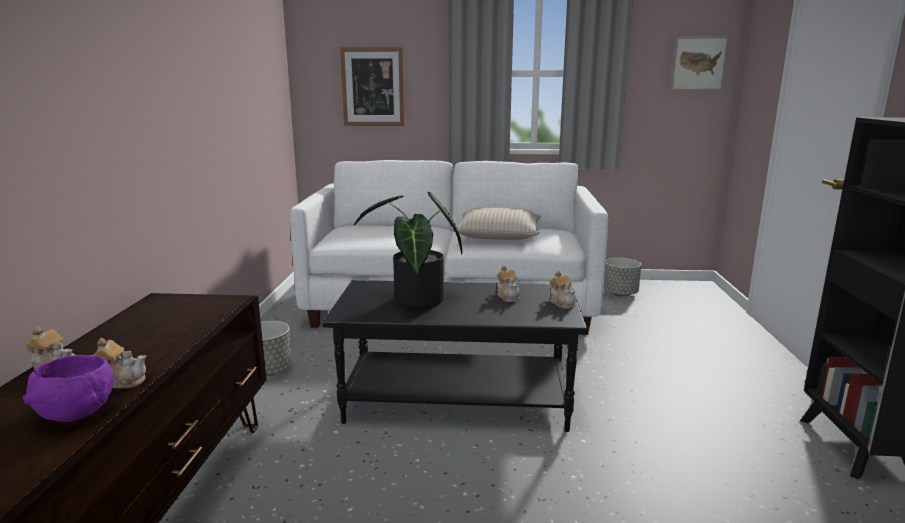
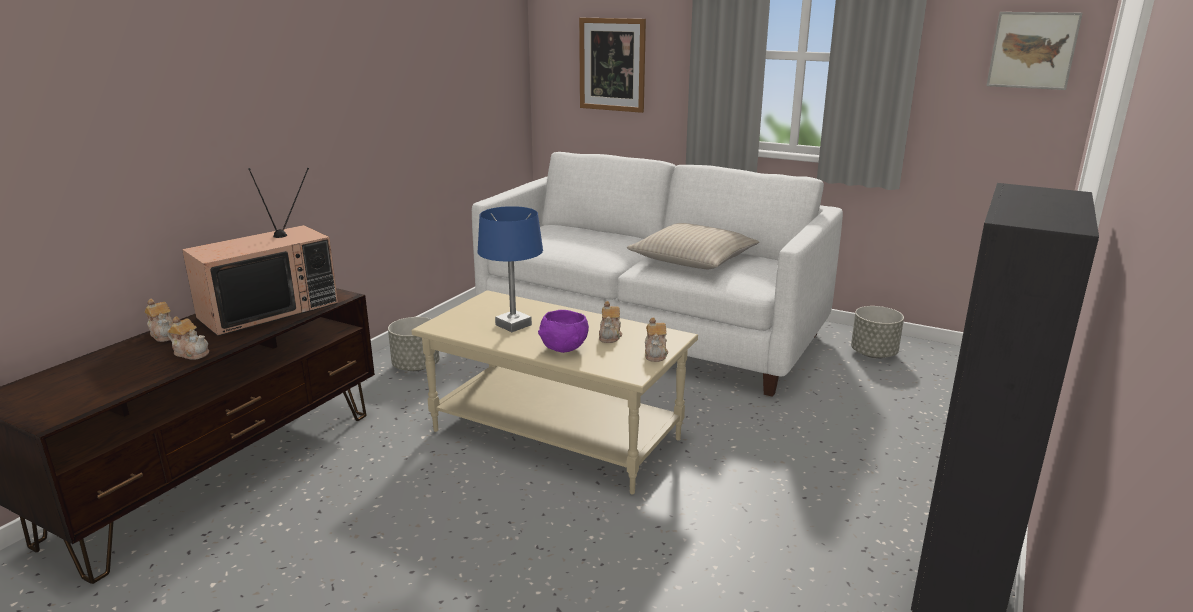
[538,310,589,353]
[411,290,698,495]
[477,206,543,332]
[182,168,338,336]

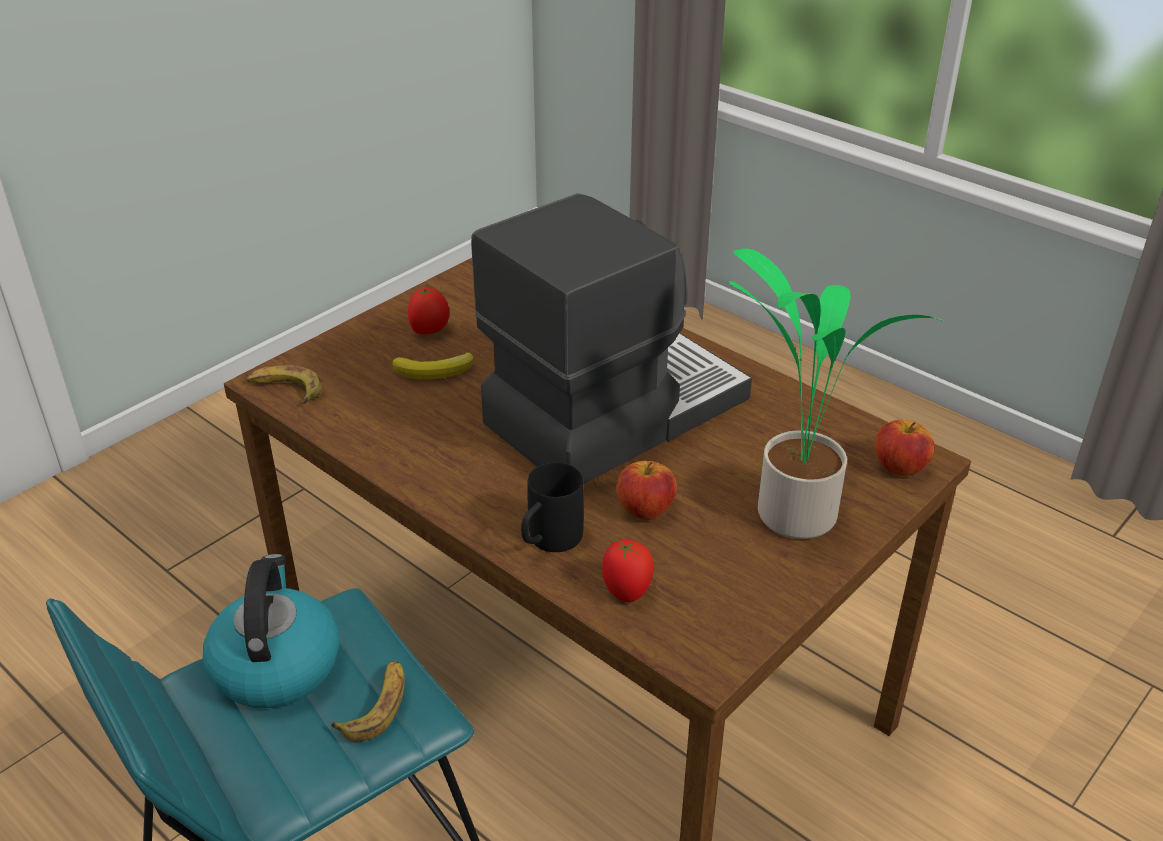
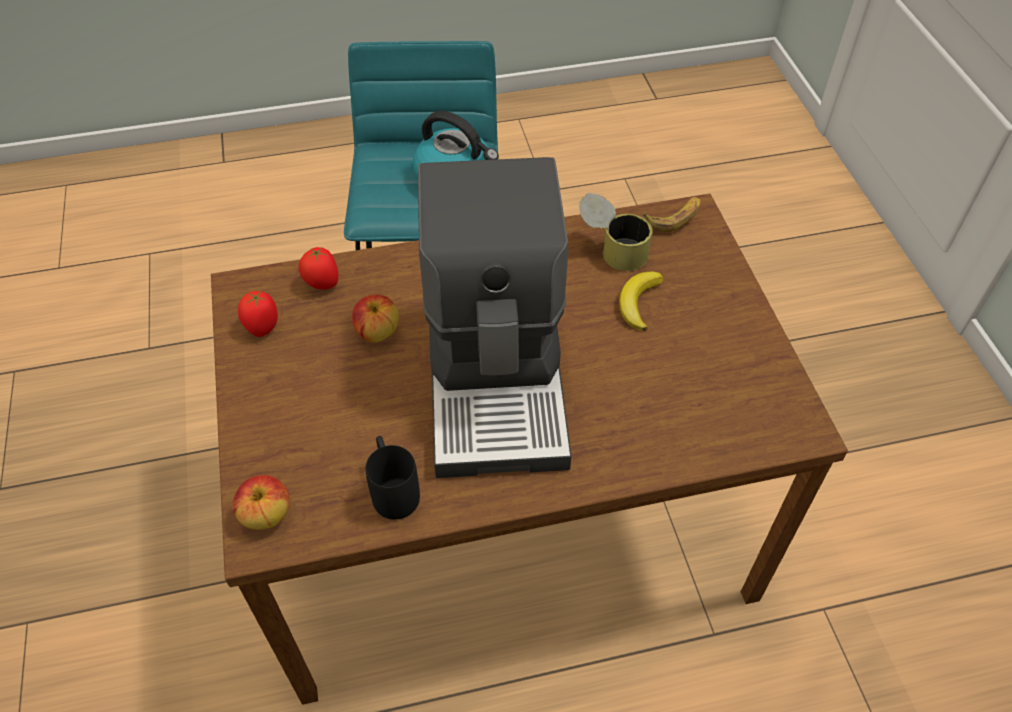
[331,661,405,741] (first image)
[238,291,278,337]
[365,436,420,520]
[729,248,944,539] (first image)
[579,193,653,271]

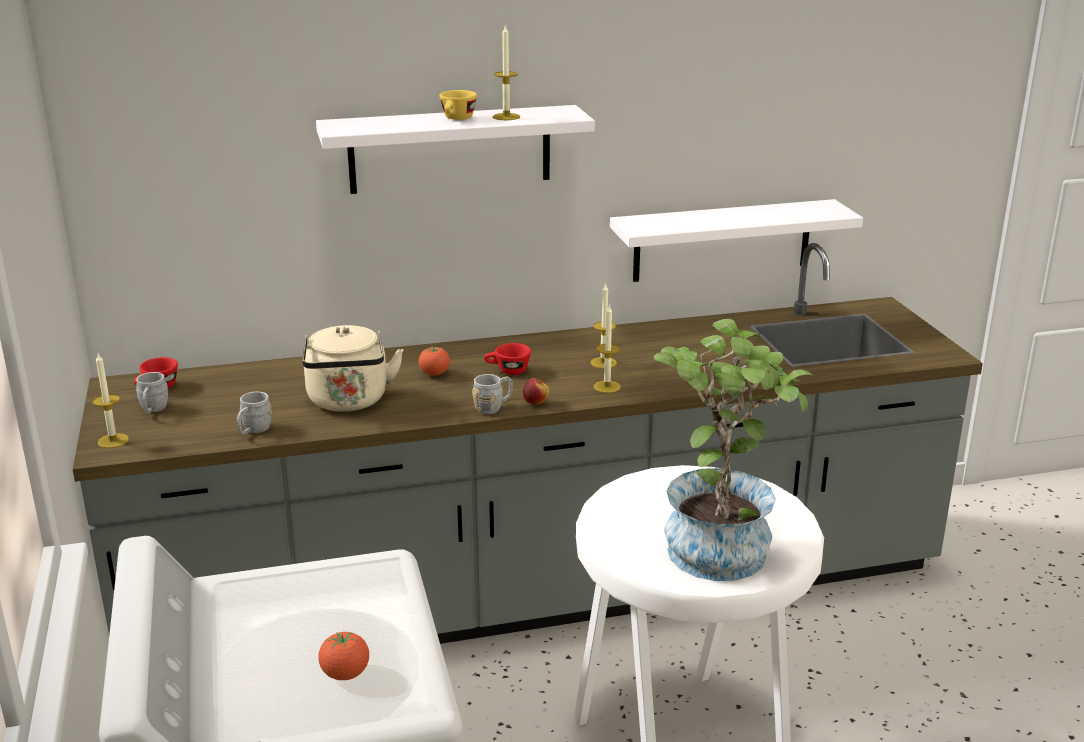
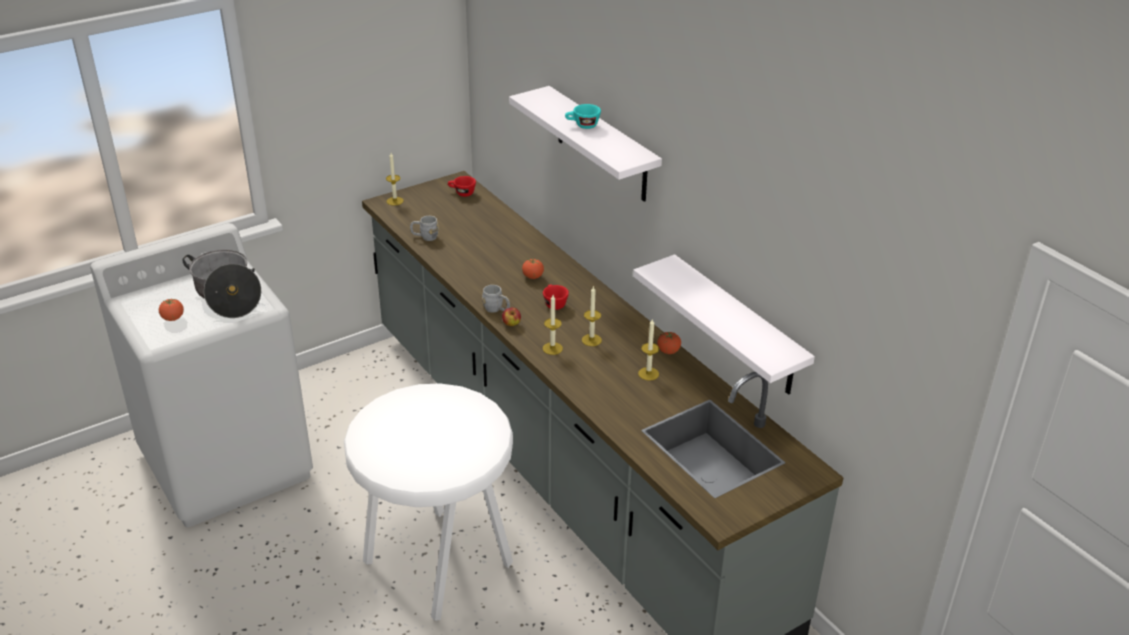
[136,372,168,414] (first image)
[302,325,403,412] (first image)
[565,104,601,129]
[638,318,659,381]
[654,319,812,581] (first image)
[183,250,261,318]
[657,332,681,354]

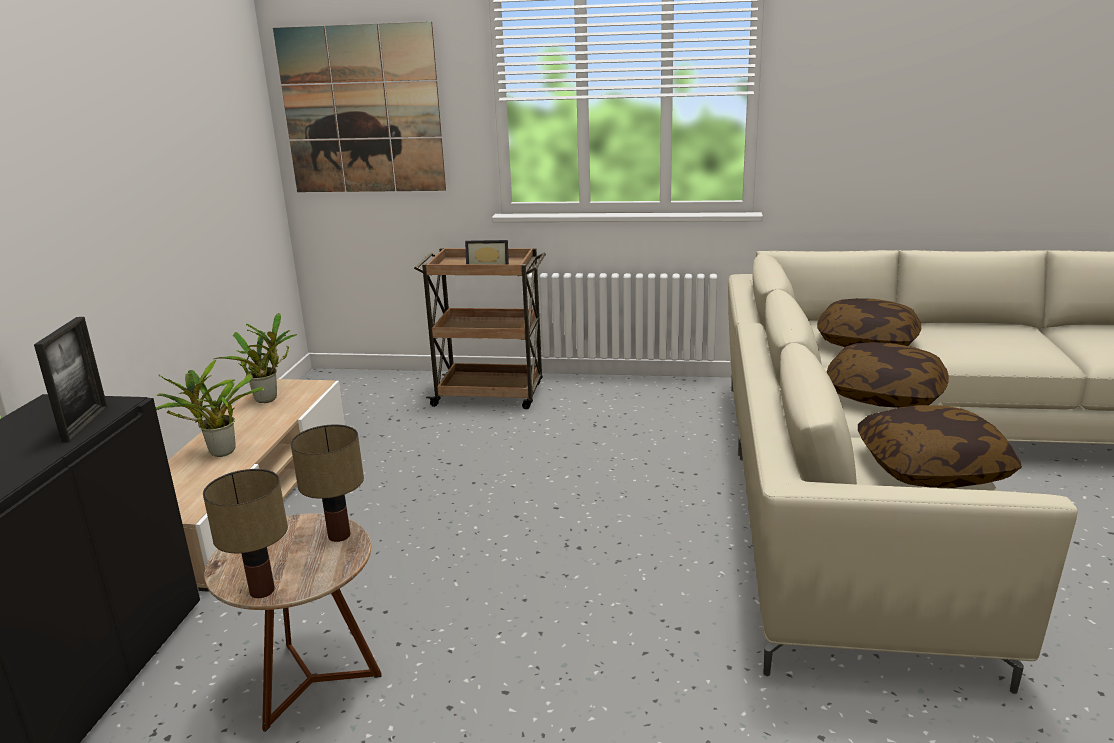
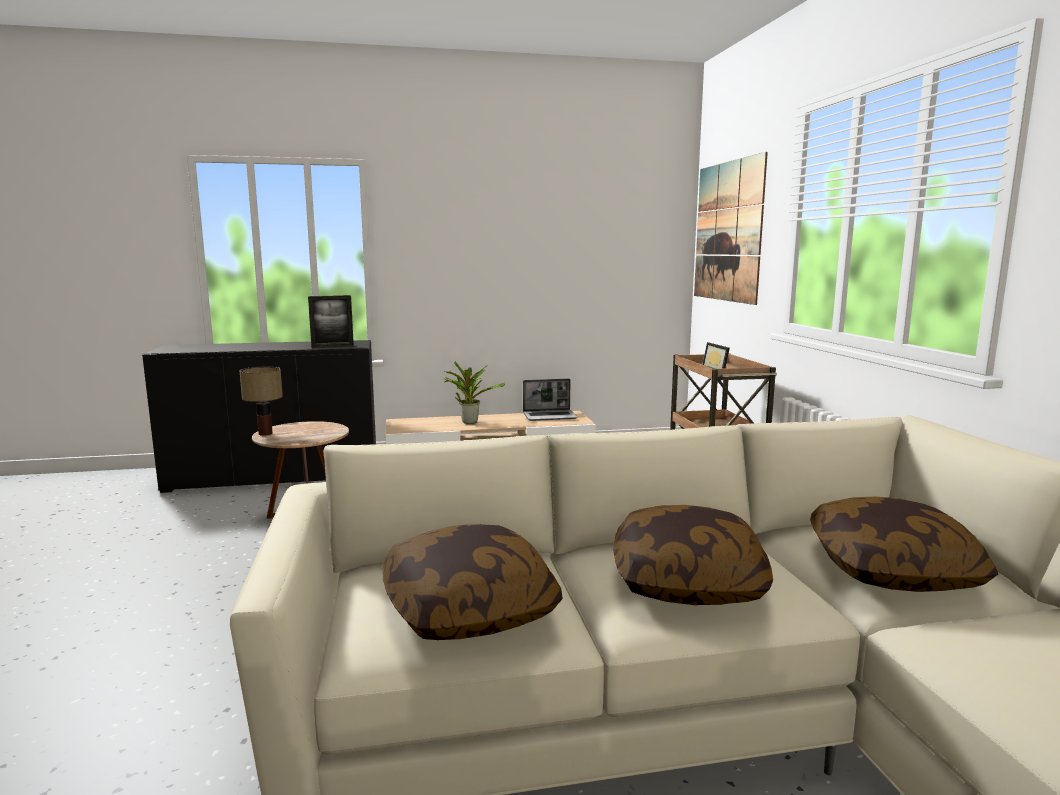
[523,379,578,421]
[291,424,364,542] (first image)

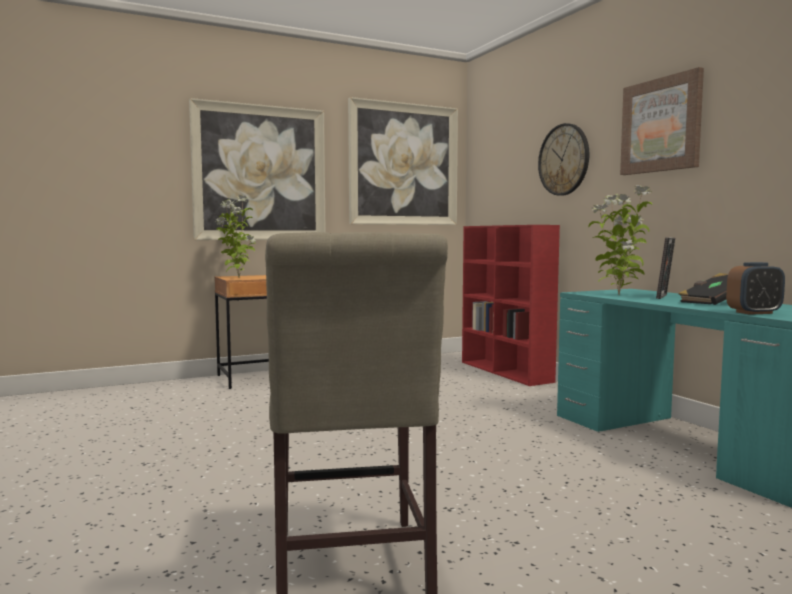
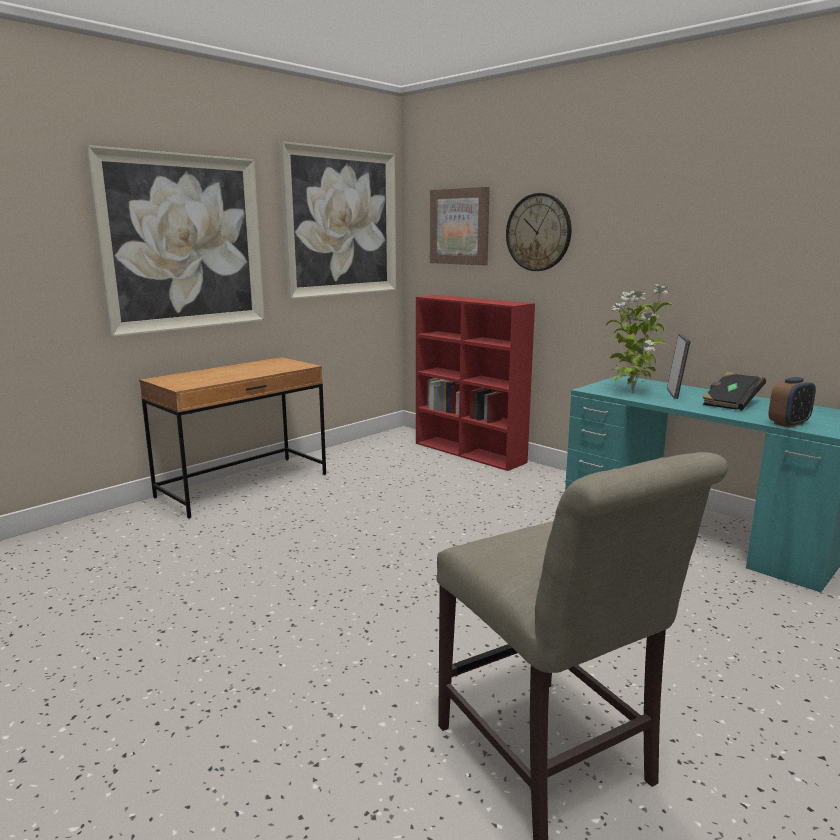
[215,195,256,277] (first image)
[430,187,490,265]

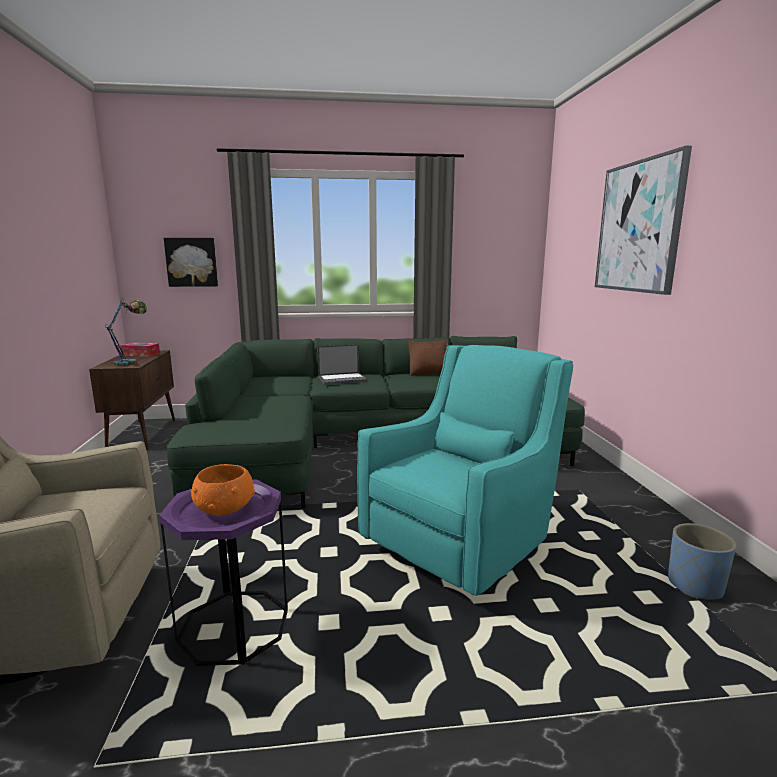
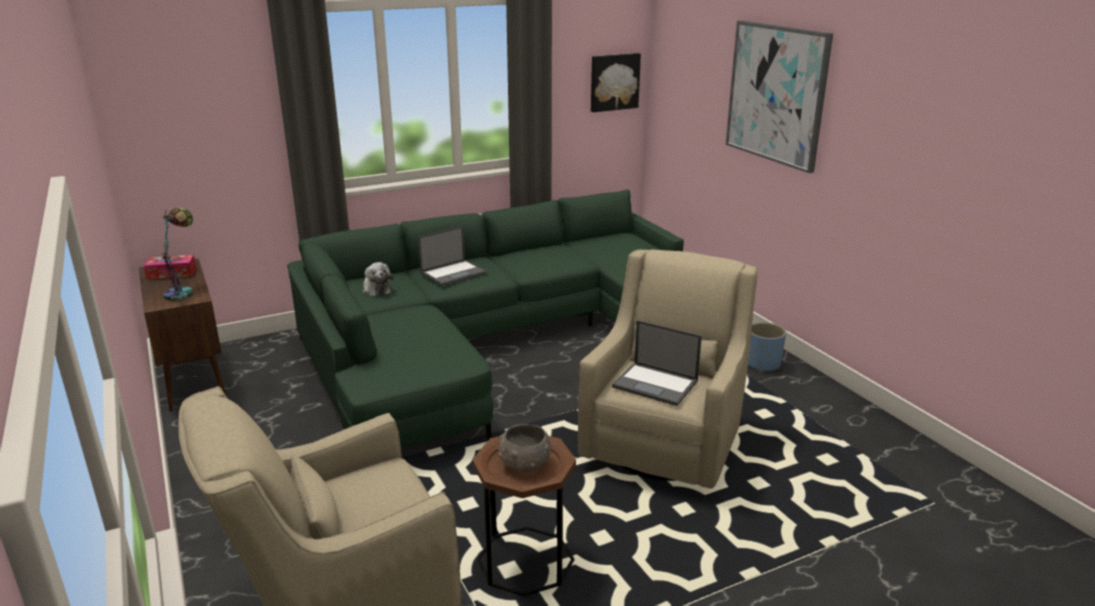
[472,436,576,596]
[591,53,641,112]
[498,424,551,472]
[578,249,758,489]
[407,339,449,376] (first image)
[748,322,786,372]
[363,262,393,296]
[612,320,702,406]

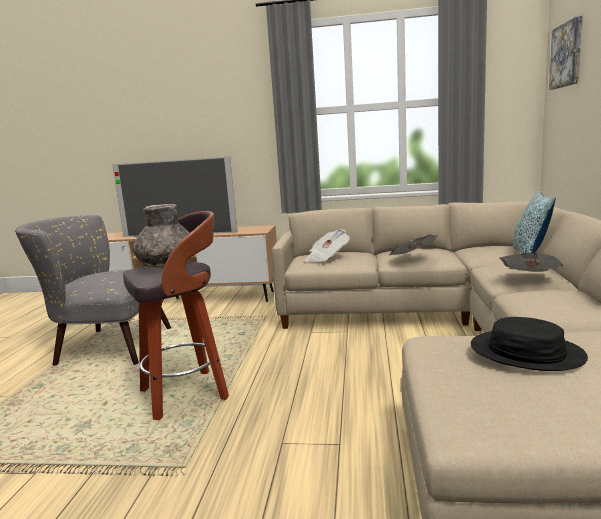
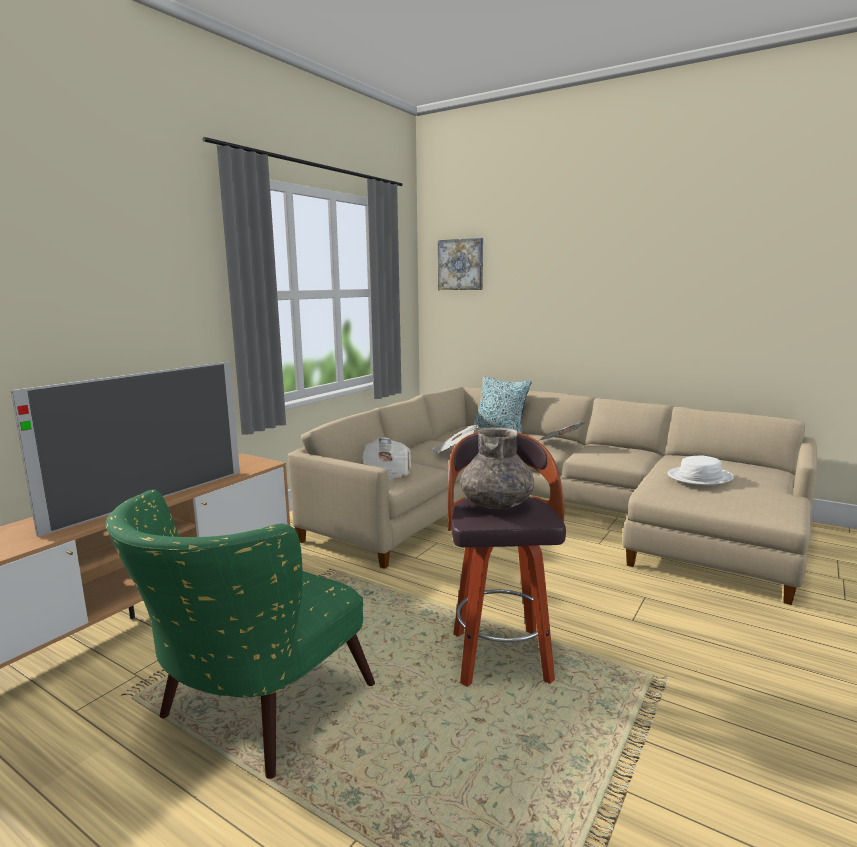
[105,490,375,779]
[668,456,734,485]

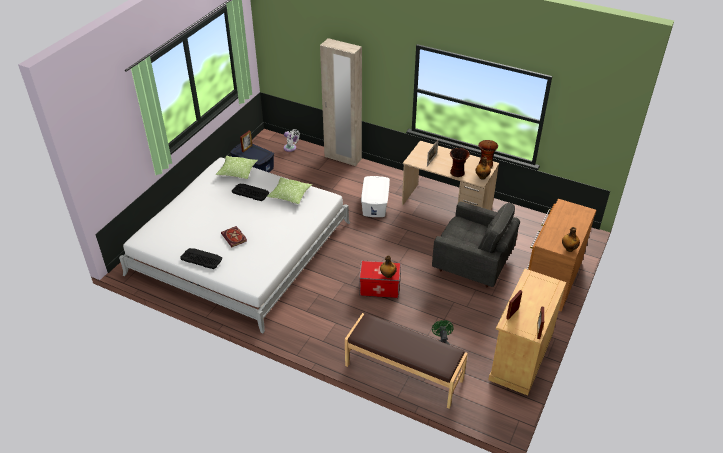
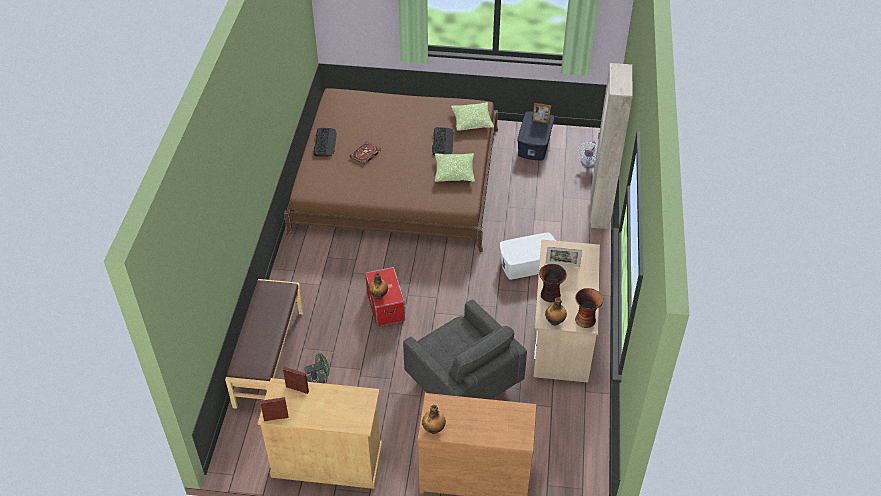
[284,88,498,252]
[403,299,527,400]

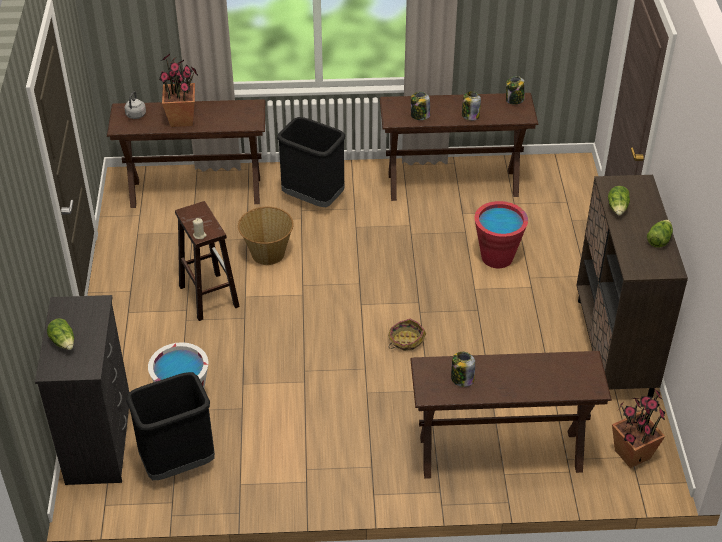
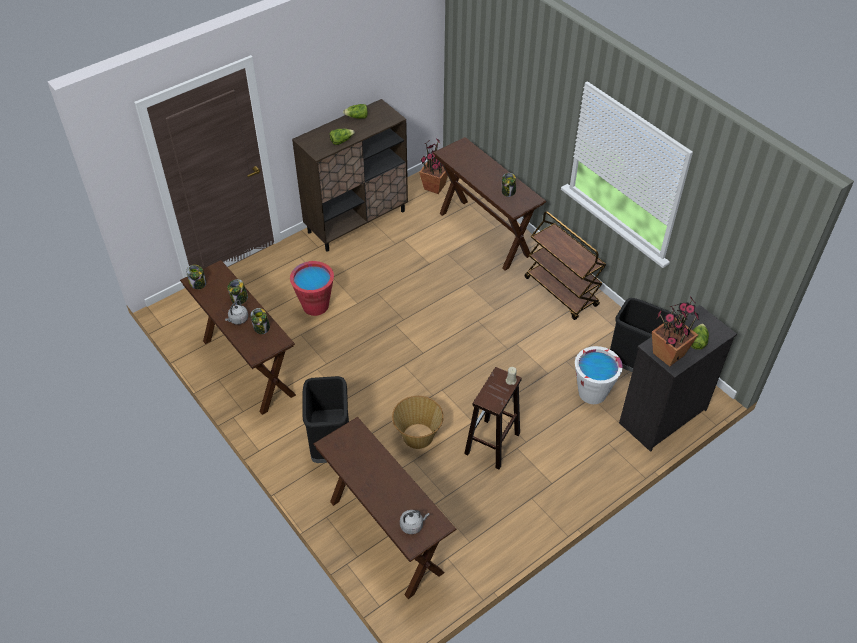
[652,296,700,366]
[388,319,426,351] (first image)
[225,300,248,325]
[525,211,606,320]

